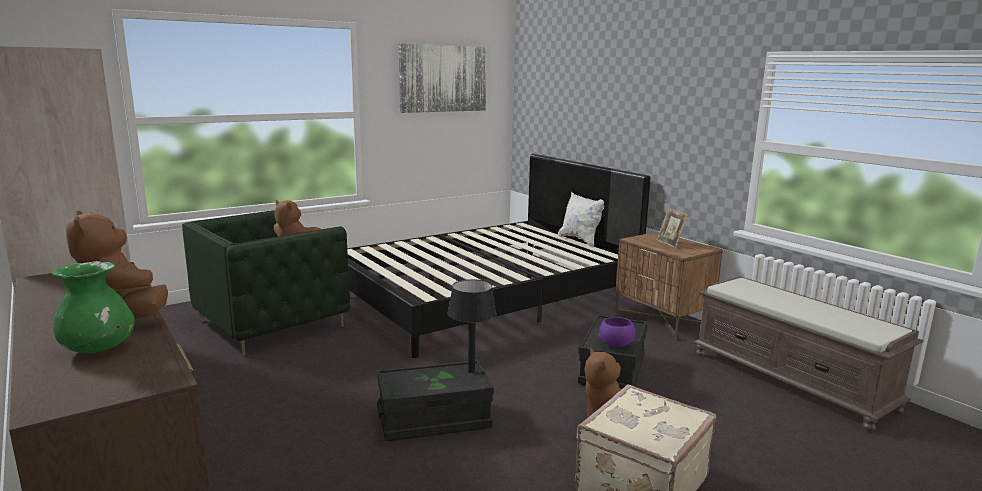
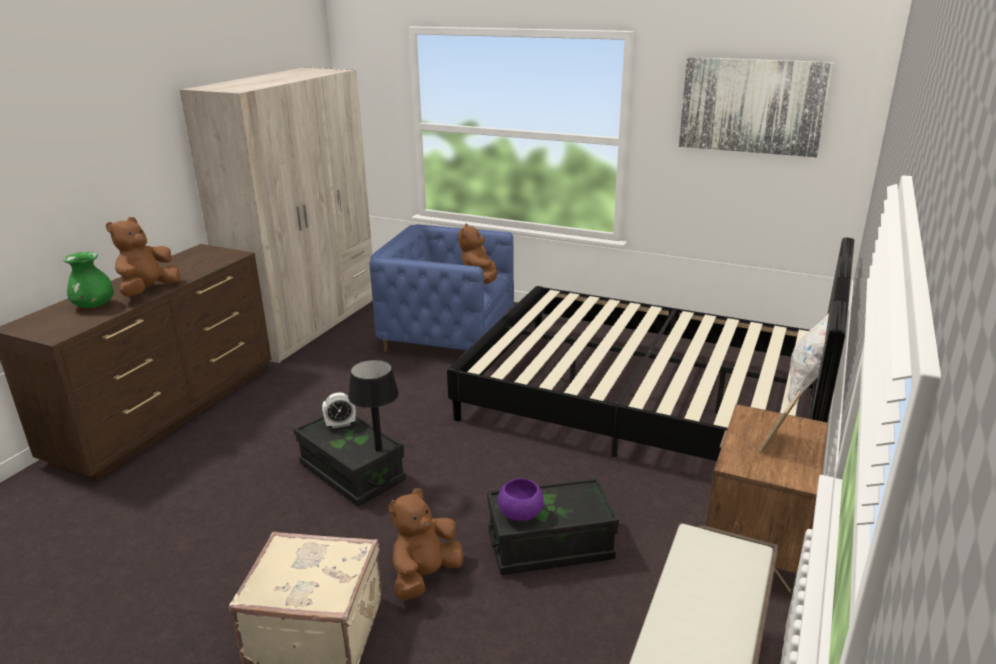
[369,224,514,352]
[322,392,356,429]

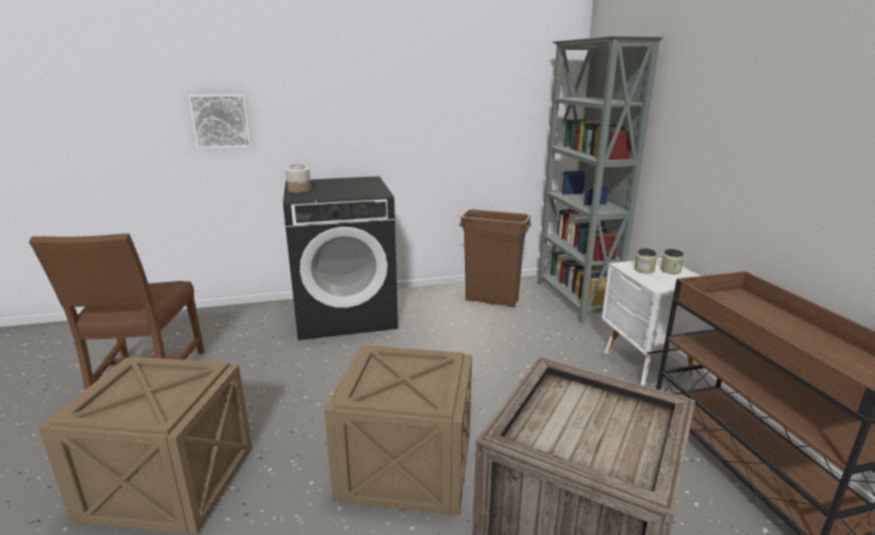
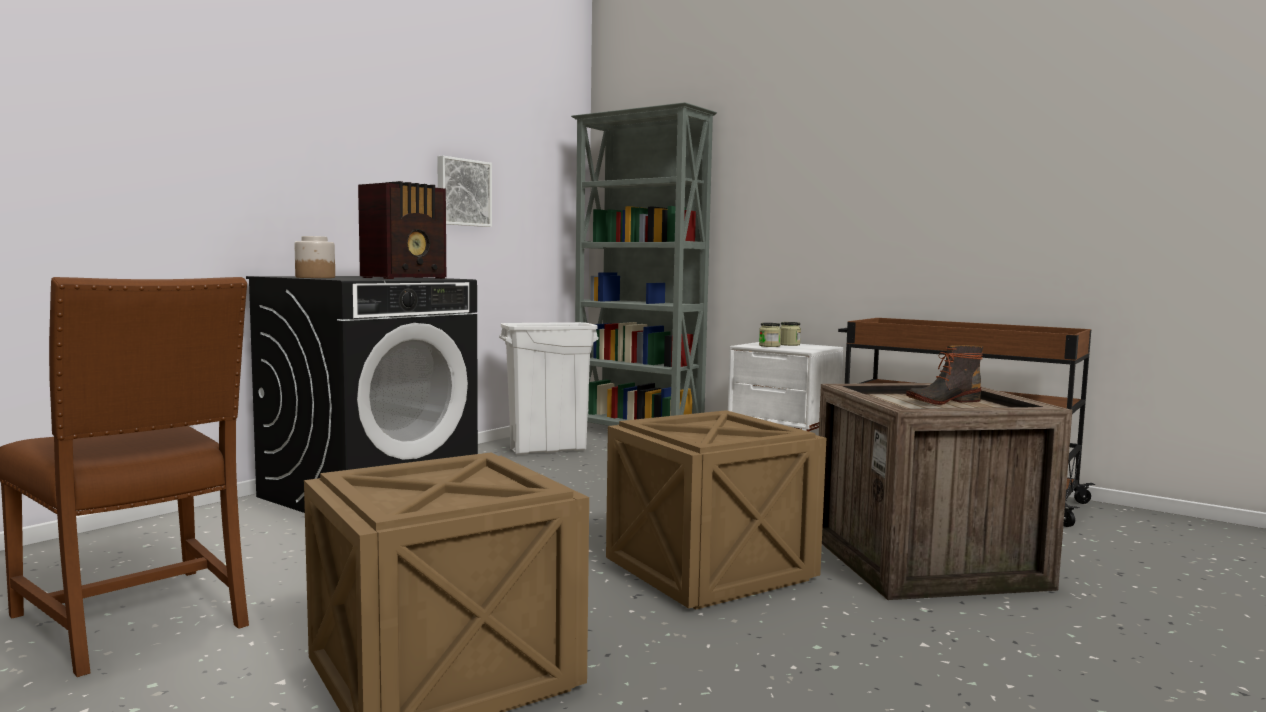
[437,156,492,227]
[499,322,599,455]
[358,181,446,279]
[906,345,983,405]

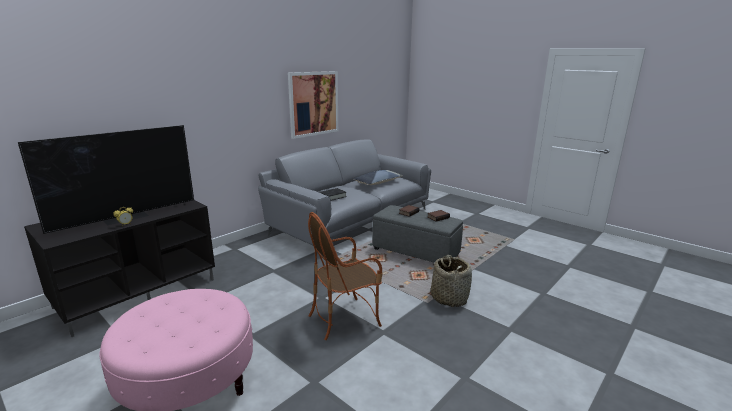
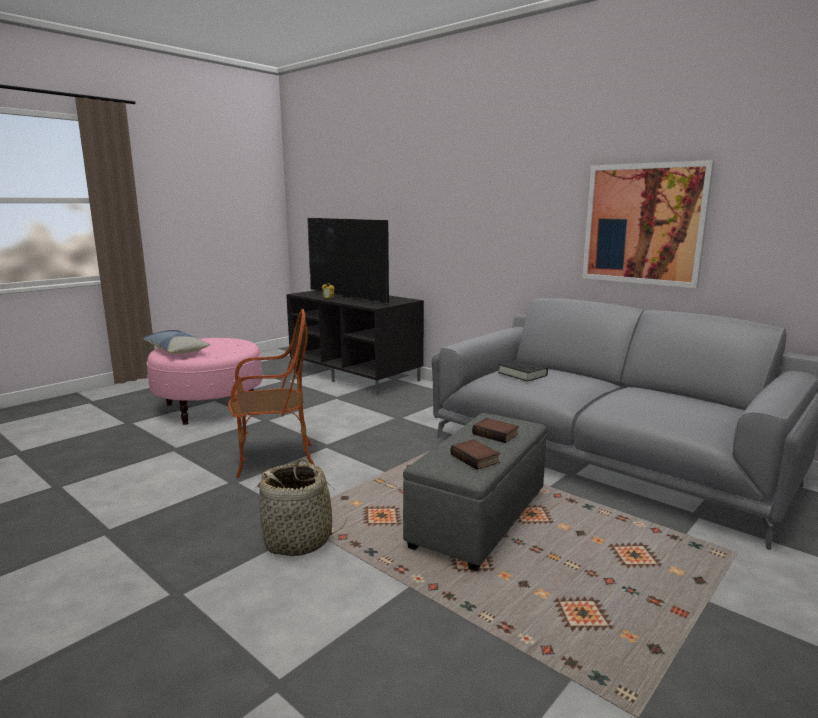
[228,309,315,478]
[142,330,210,354]

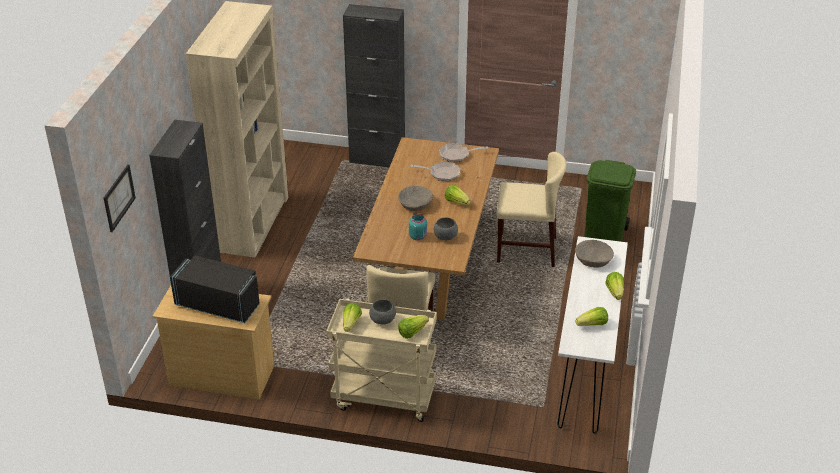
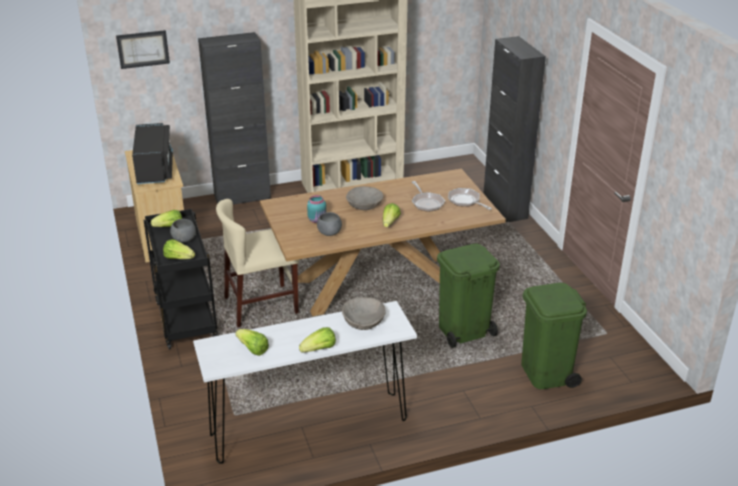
[143,209,218,349]
[437,243,500,348]

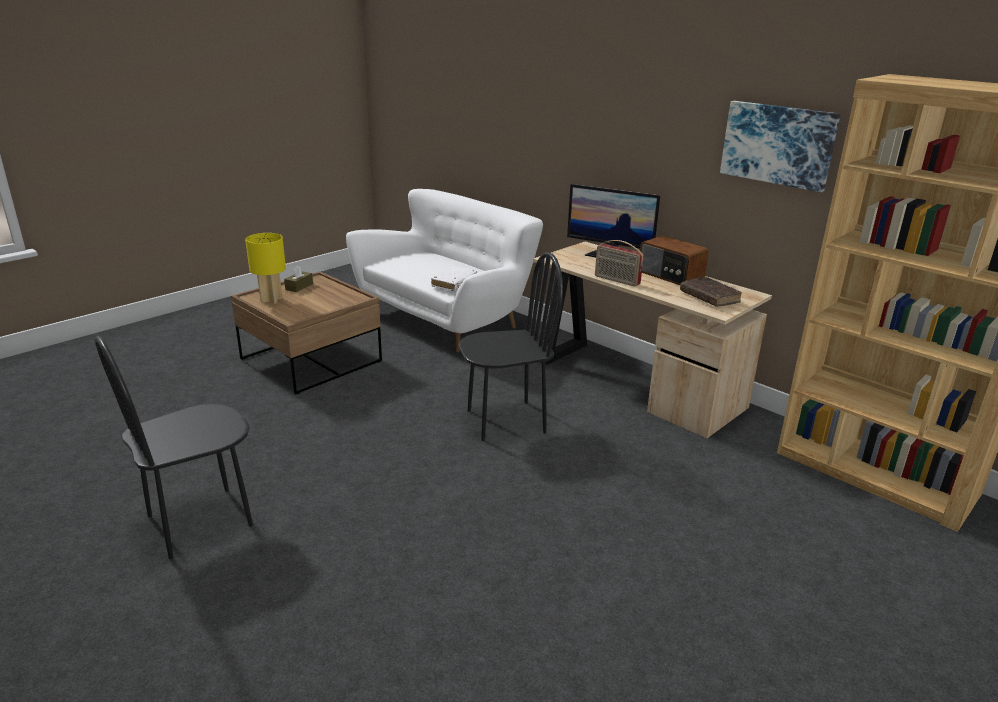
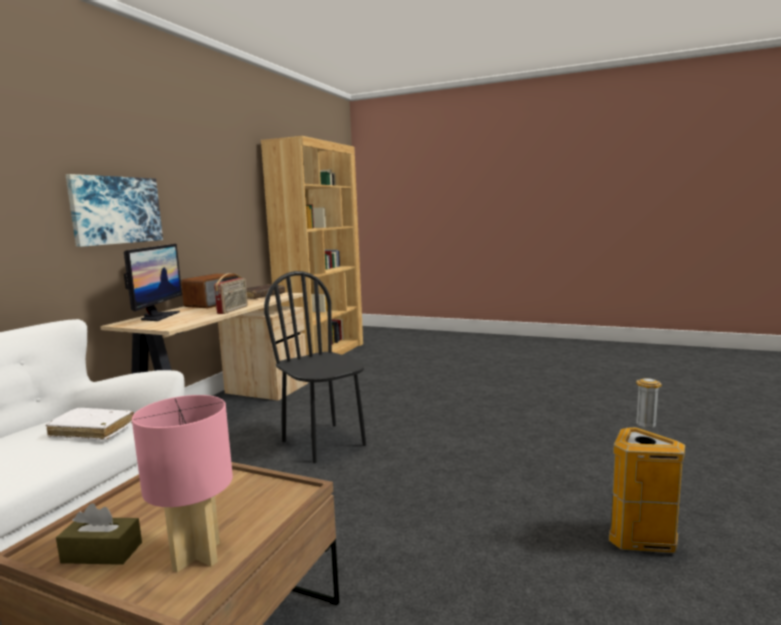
[609,378,685,553]
[132,395,233,573]
[66,174,163,247]

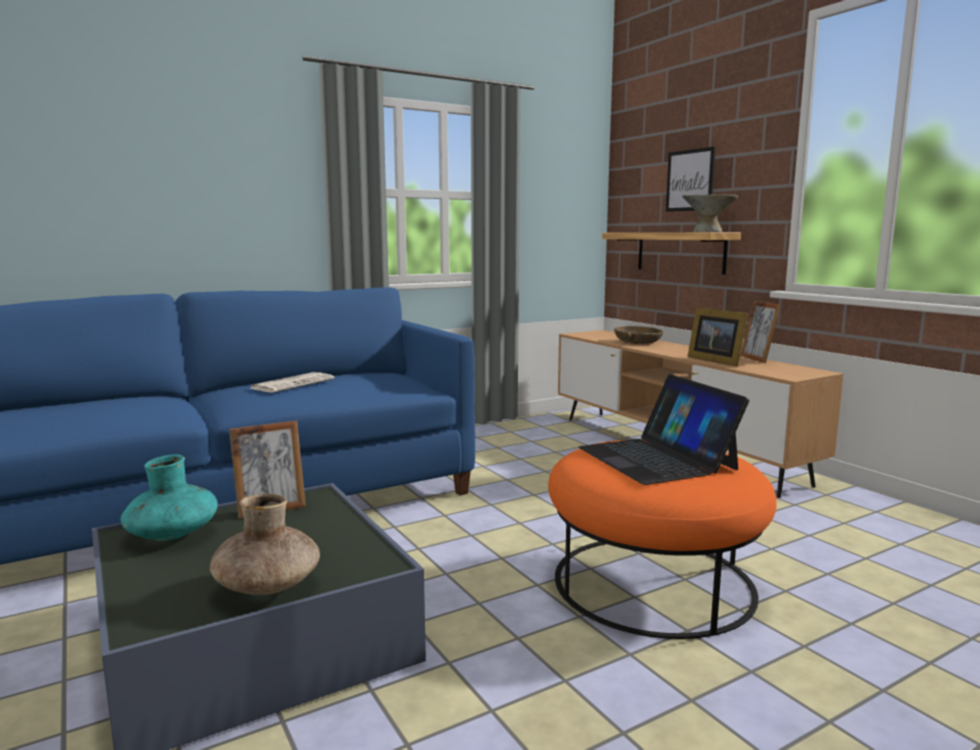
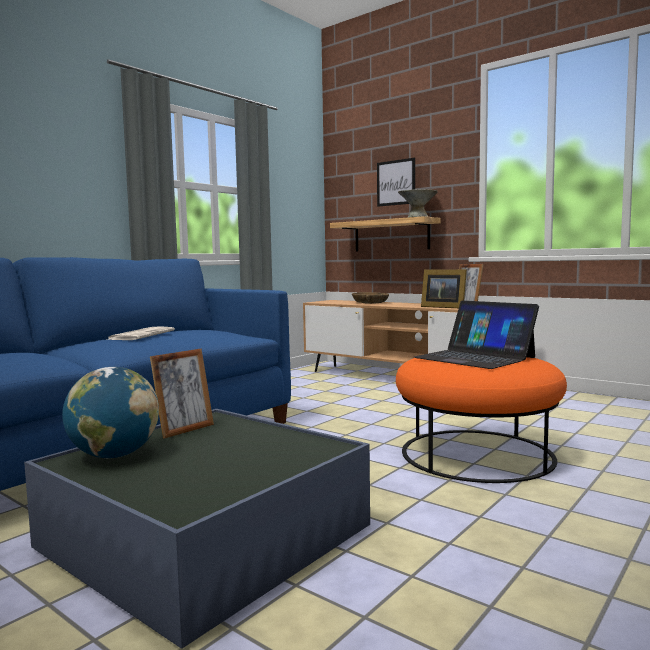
[62,367,159,458]
[210,493,320,595] (first image)

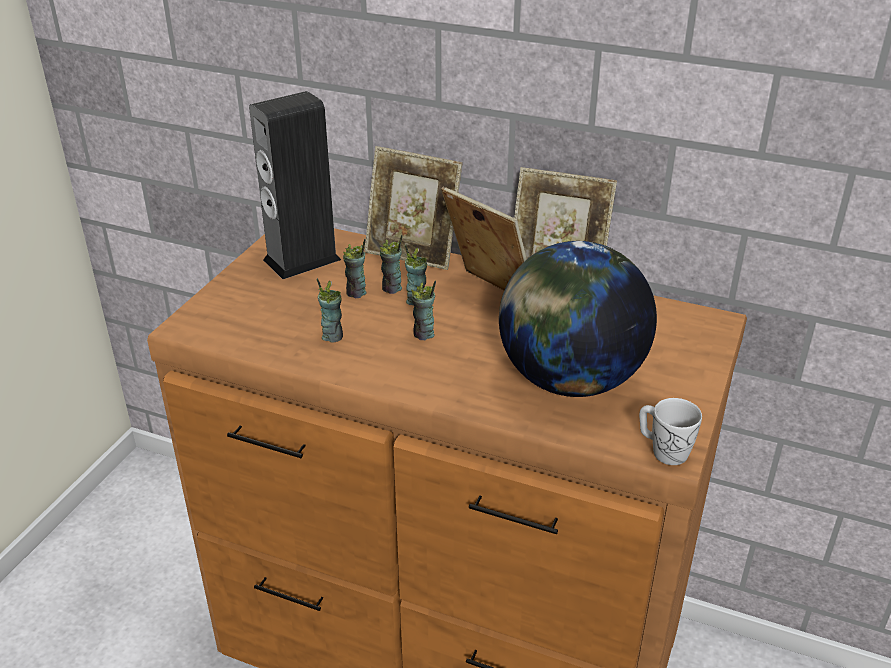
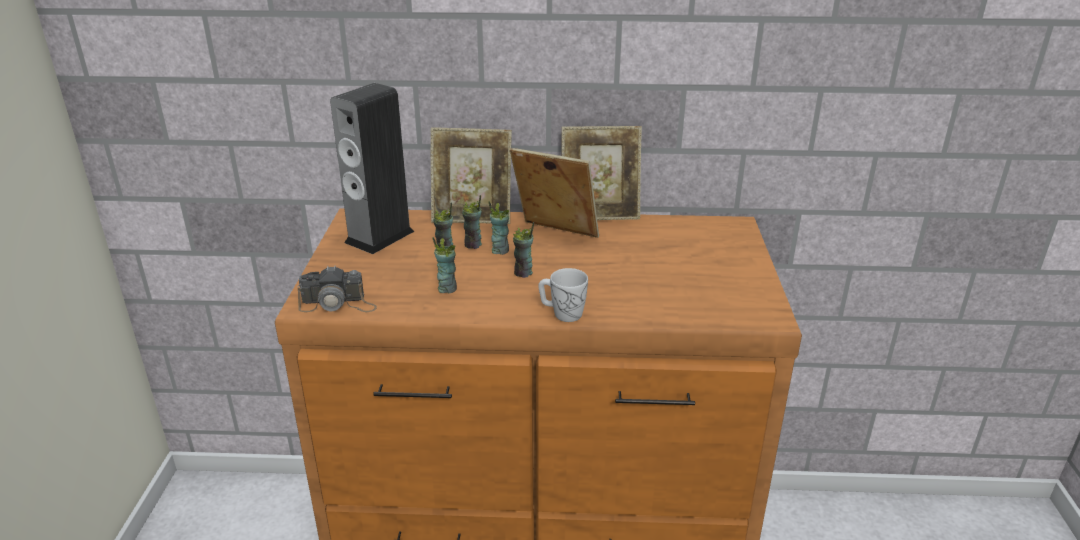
[499,241,657,397] (first image)
[538,268,588,322]
[297,265,377,312]

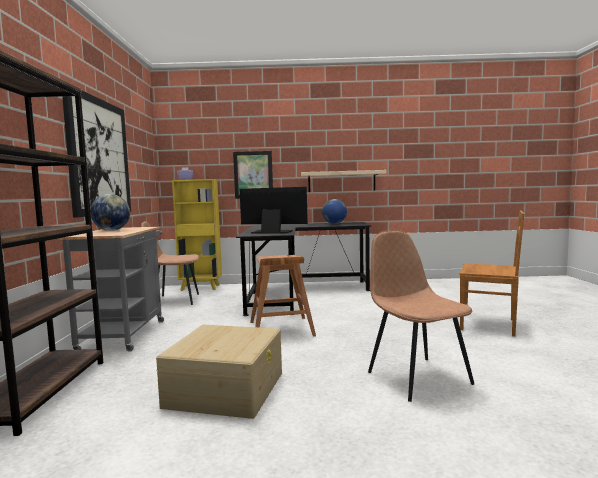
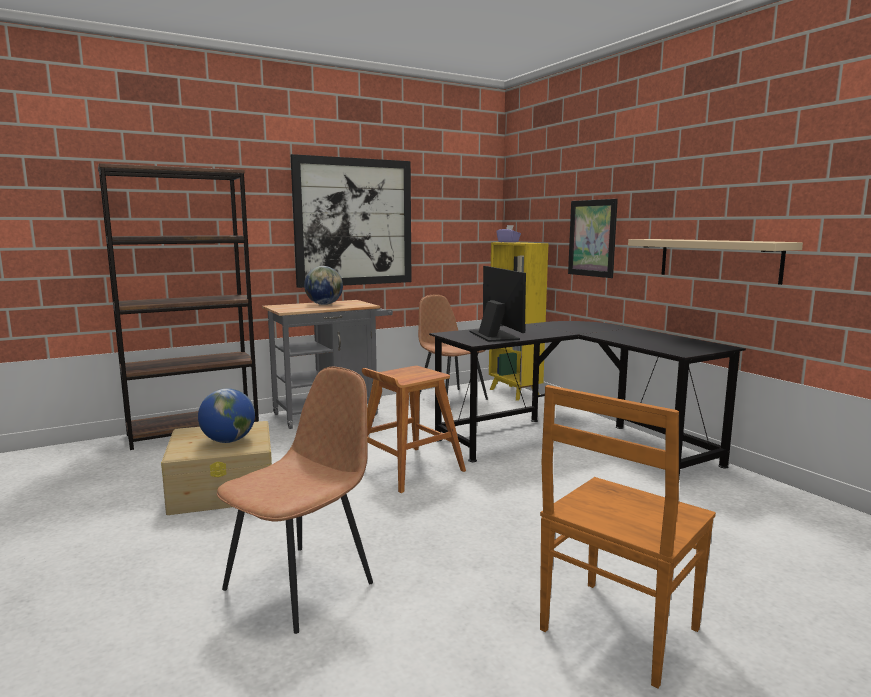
[198,388,255,443]
[540,385,716,689]

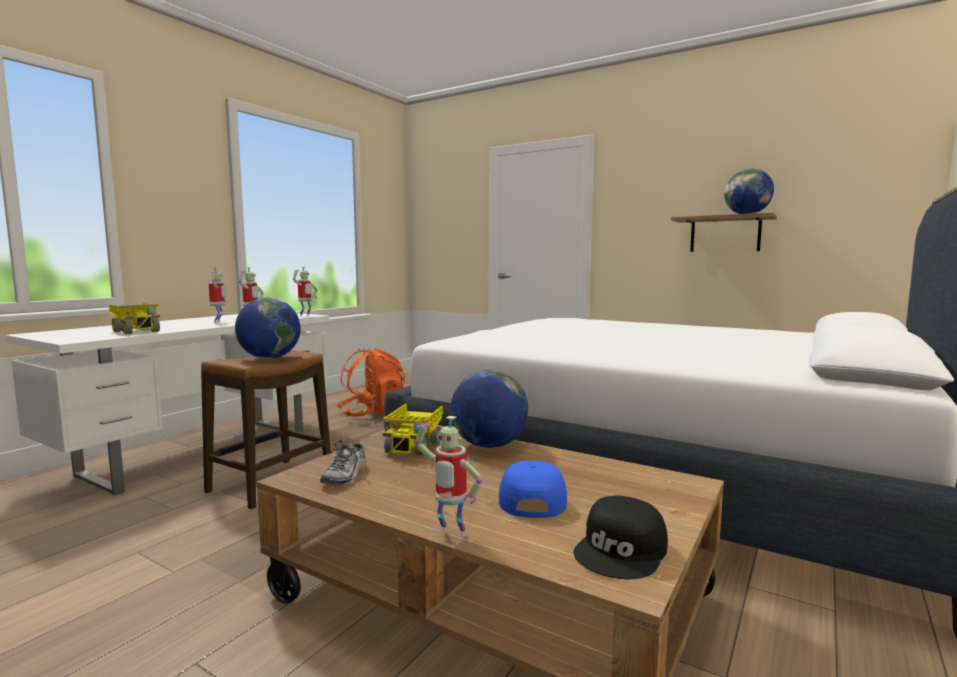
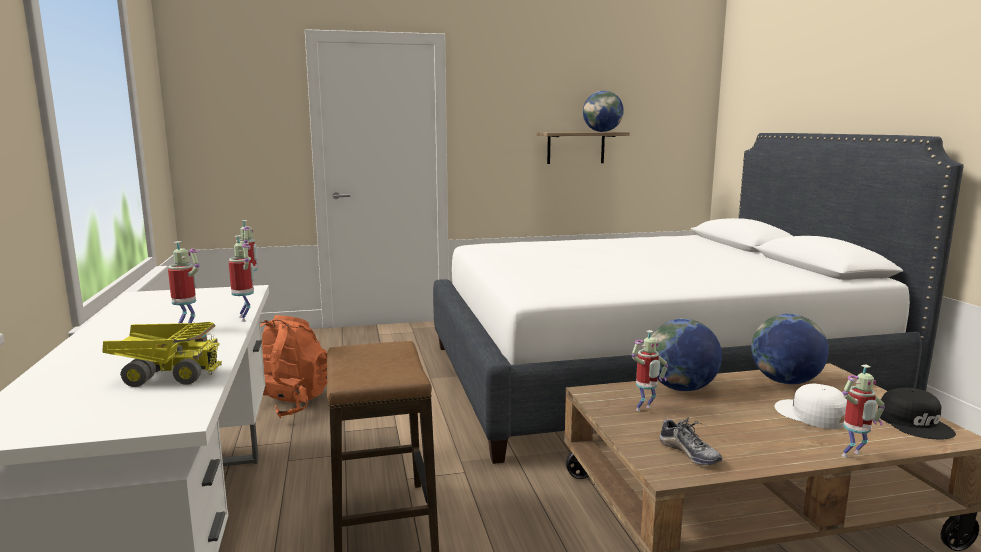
[751,314,829,385]
[631,330,668,411]
[775,384,847,429]

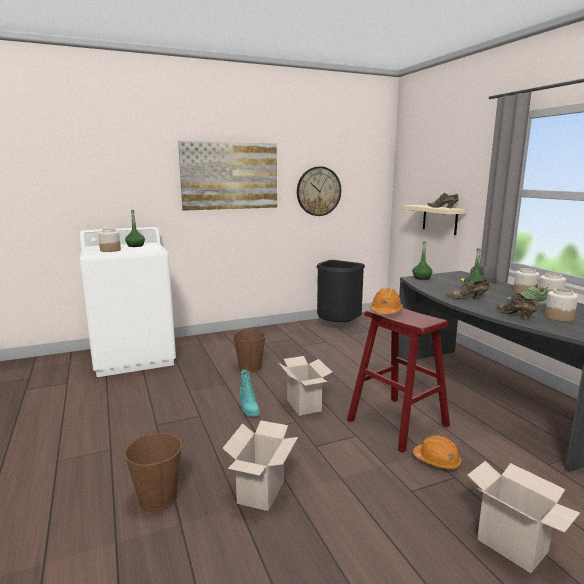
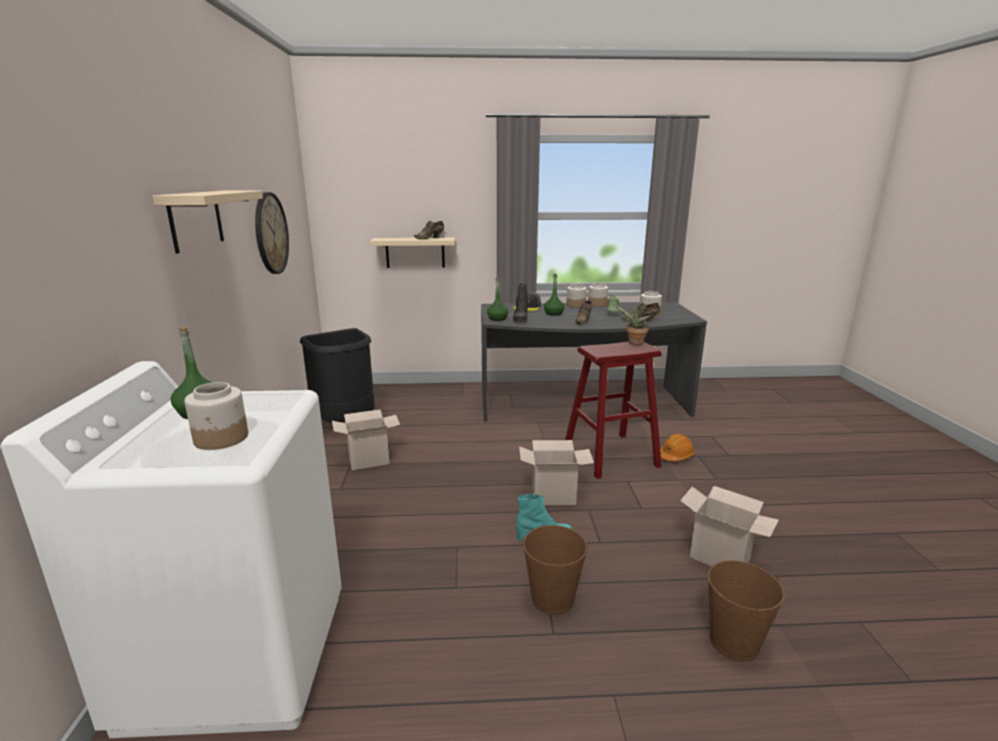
[152,191,263,253]
[522,525,589,615]
[370,288,403,314] (first image)
[332,409,400,470]
[513,284,529,322]
[615,305,651,345]

